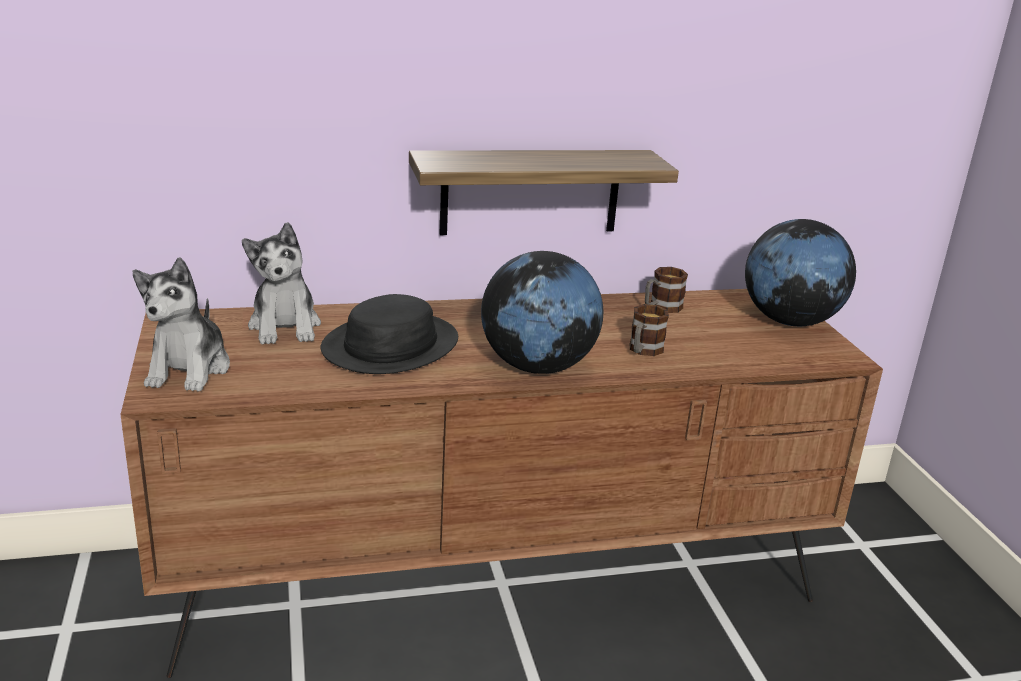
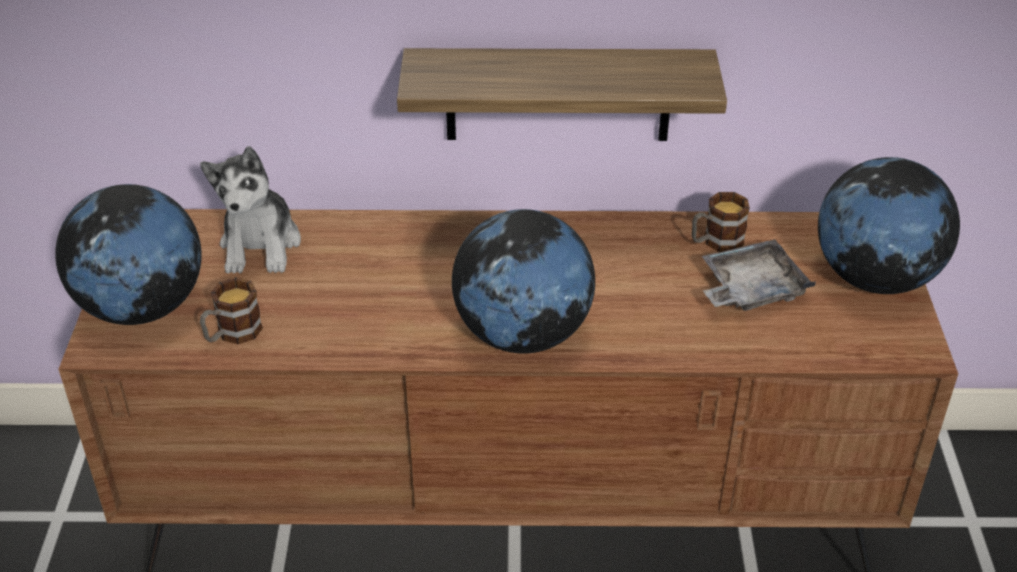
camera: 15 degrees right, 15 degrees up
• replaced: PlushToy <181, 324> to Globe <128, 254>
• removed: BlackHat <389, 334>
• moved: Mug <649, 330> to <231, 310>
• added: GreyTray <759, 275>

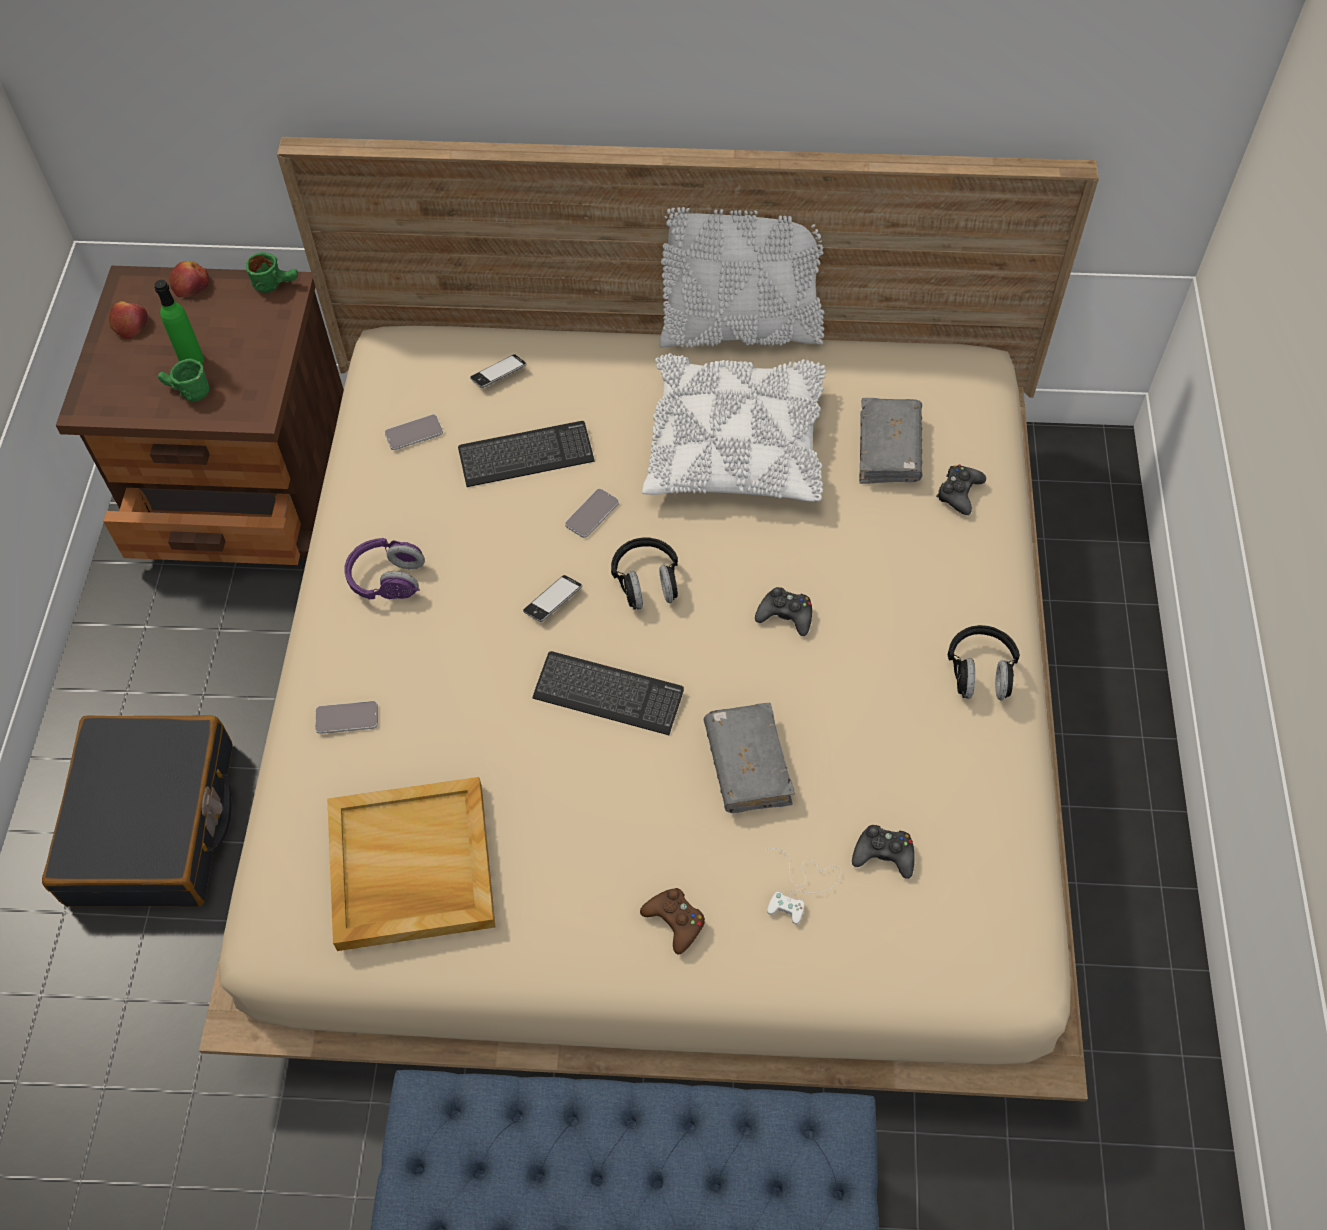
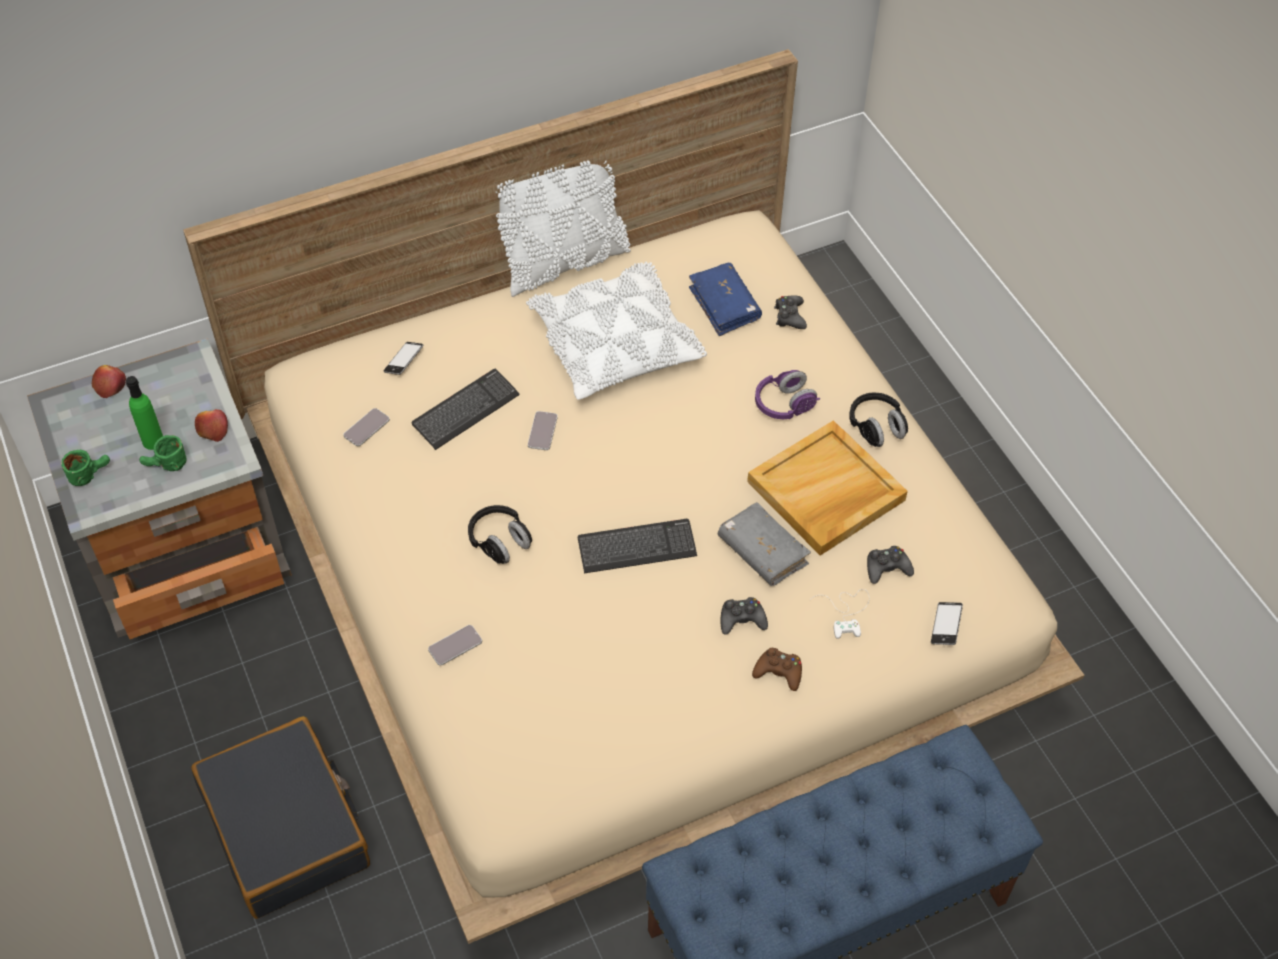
camera: 30 degrees left, 5 degrees down
• recoloured: BrownNightstand <200, 415> to GreyNightstand <159, 488>
• moved: Apple <128, 320> to <211, 425>
• moved: GreenMug <271, 272> to <85, 468>
• moved: BeigeTray <411, 864> to <827, 488>
• moved: PurpleHeadphones <384, 568> to <787, 394>
• moved: Phone <552, 598> to <947, 623>
• moved: BlackHeadphones <644, 573> to <500, 534>
• moved: BlackGameController <783, 611> to <744, 616>
• recoloured: GreyBook <890, 441> to BlueBook <725, 299>

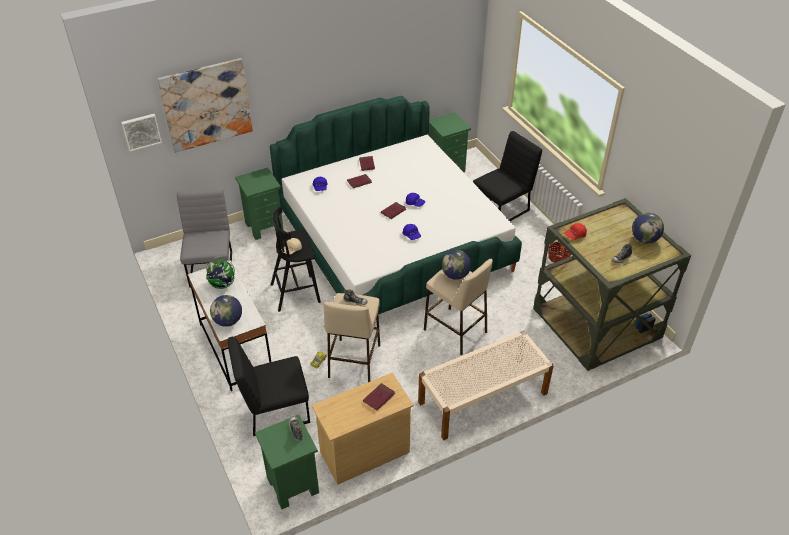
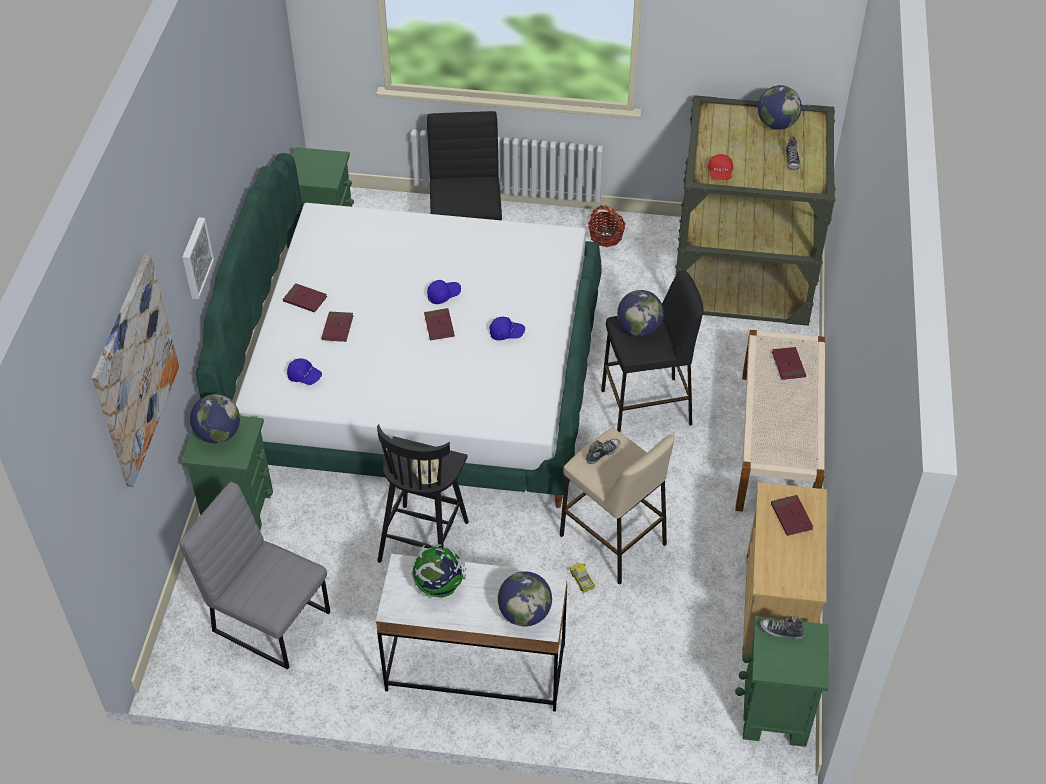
camera: 55 degrees left, 5 degrees up
• moved: Picture <141, 132> to <198, 258>
• removed: BlackChair <269, 386>
• recoloured: BeigeStool <458, 307> to BlackStool <652, 351>
• added: Globe <215, 418>
• added: RedBook <789, 363>

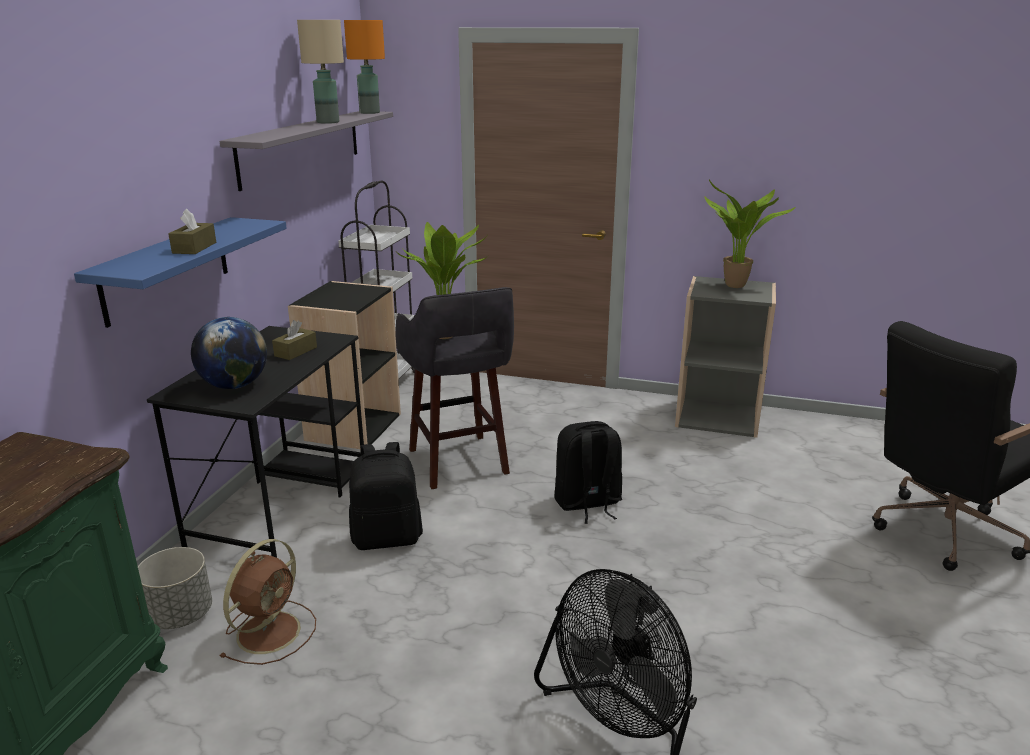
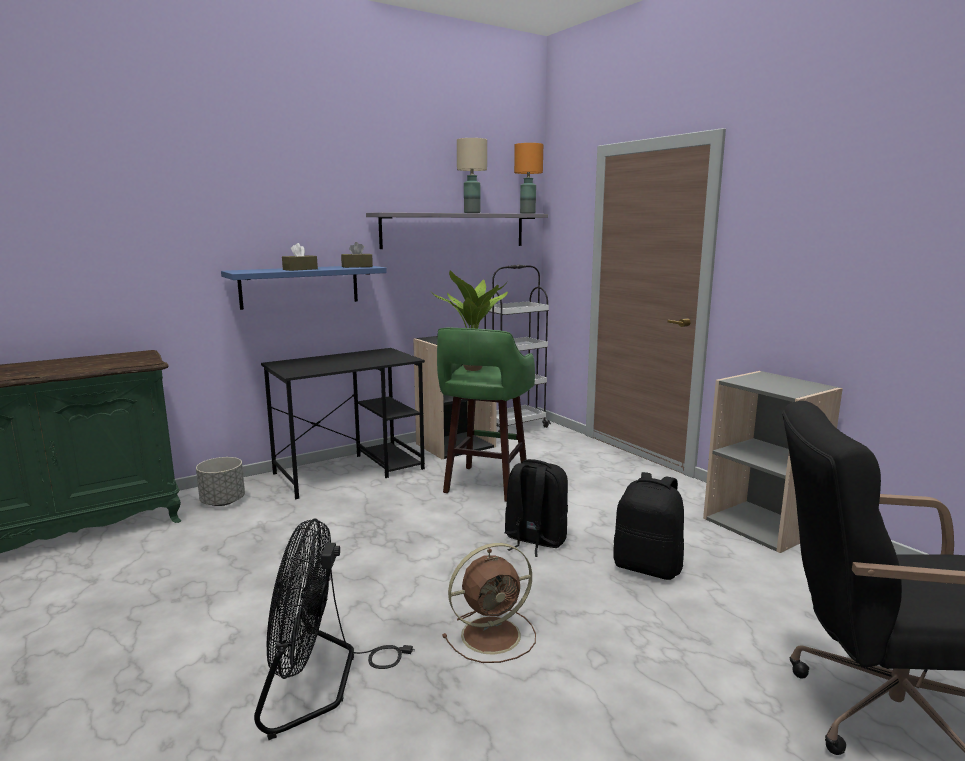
camera: 40 degrees right, 10 degrees down
• removed: Globe <229, 353>
• moved: BrownFan <268, 602> to <489, 603>
• moved: BrownTissueBox <294, 340> to <357, 255>
• moved: BlackBackpack <386, 496> to <648, 526>
• recoloured: GreyStool <454, 388> to GreenStool <486, 415>
• removed: PottedPlant <750, 234>

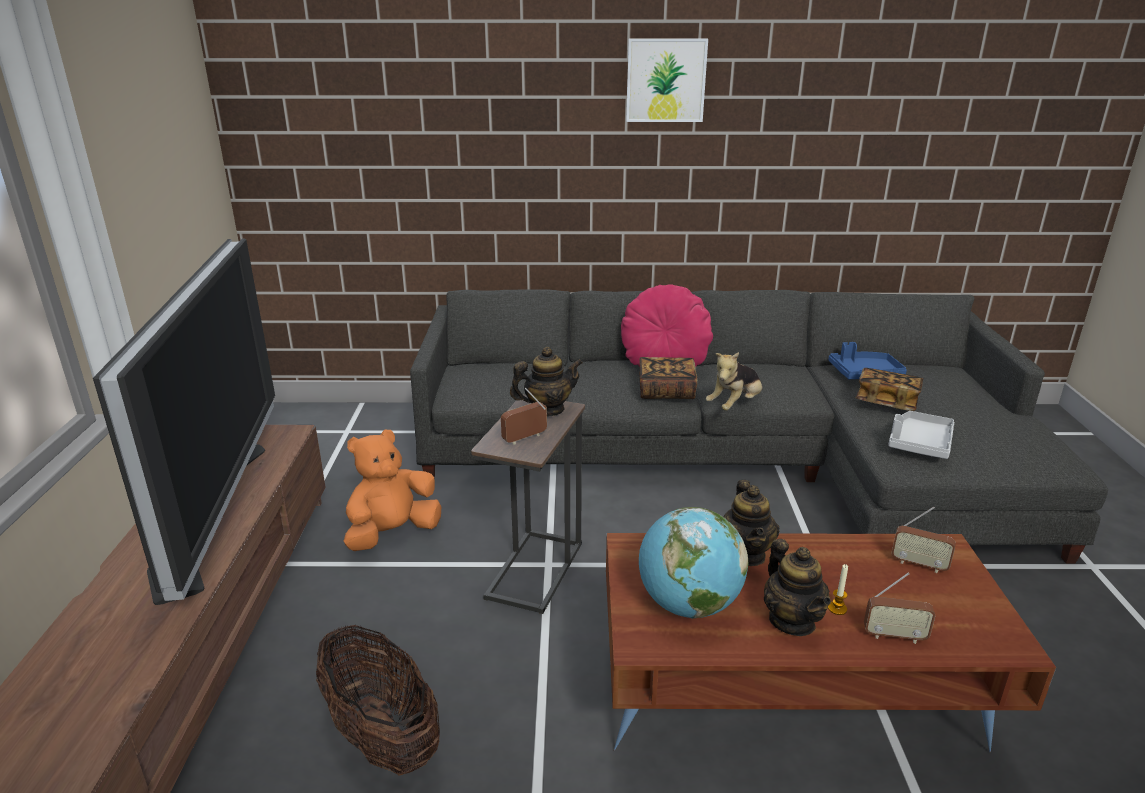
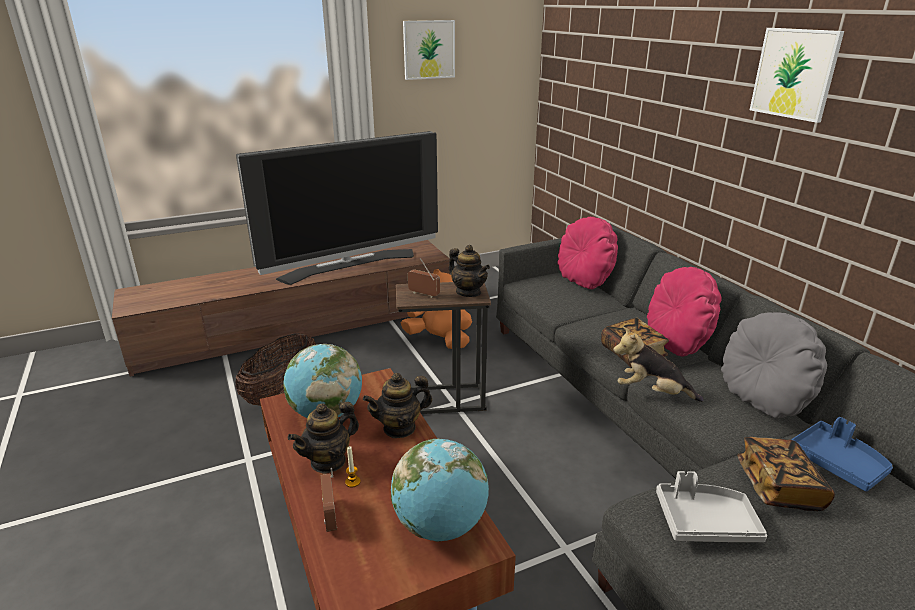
camera: 65 degrees right, 0 degrees up
• replaced: Radio <923, 540> to Globe <440, 490>
• added: Picture <429, 50>
• added: PinkPillow <587, 253>
• added: GreyPillow <774, 365>

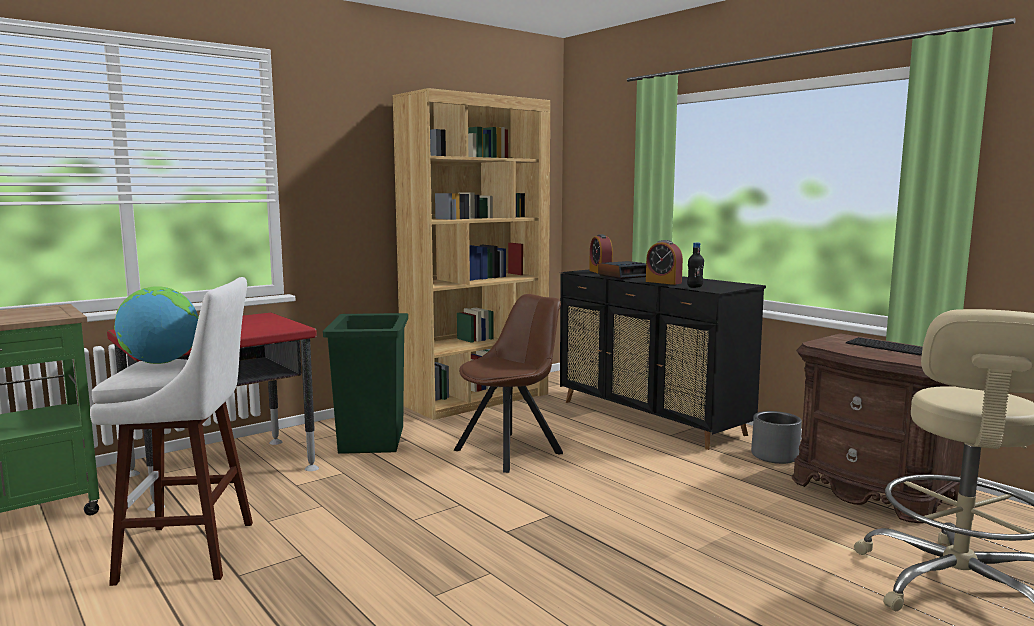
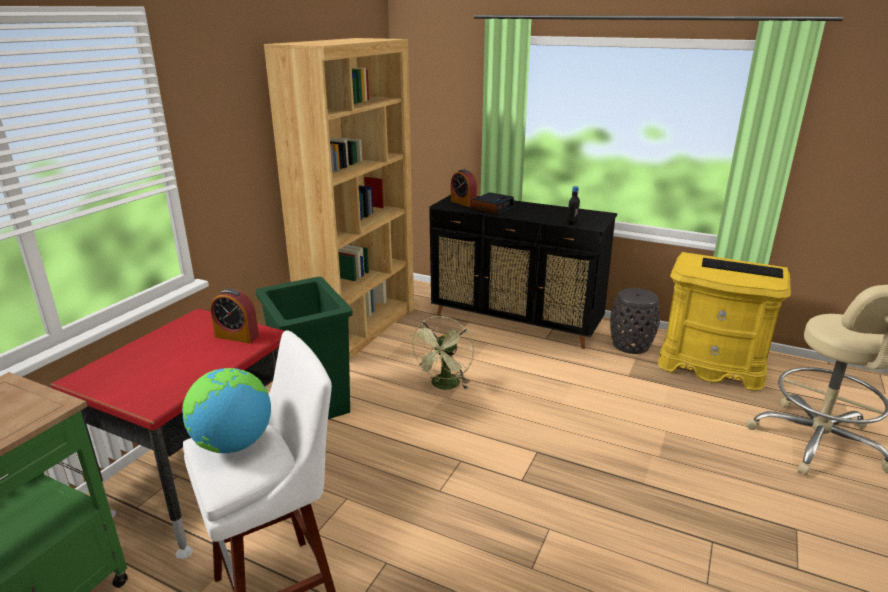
camera: 25 degrees left, 15 degrees up
• replaced: BrownChair <508, 383> to GreenFan <441, 353>
• moved: AlarmClock <664, 262> to <234, 315>
• replaced: GreyPlanter <776, 437> to GreyStool <635, 321>
• recoloured: BrownNightstand <878, 428> to YellowNightstand <724, 321>

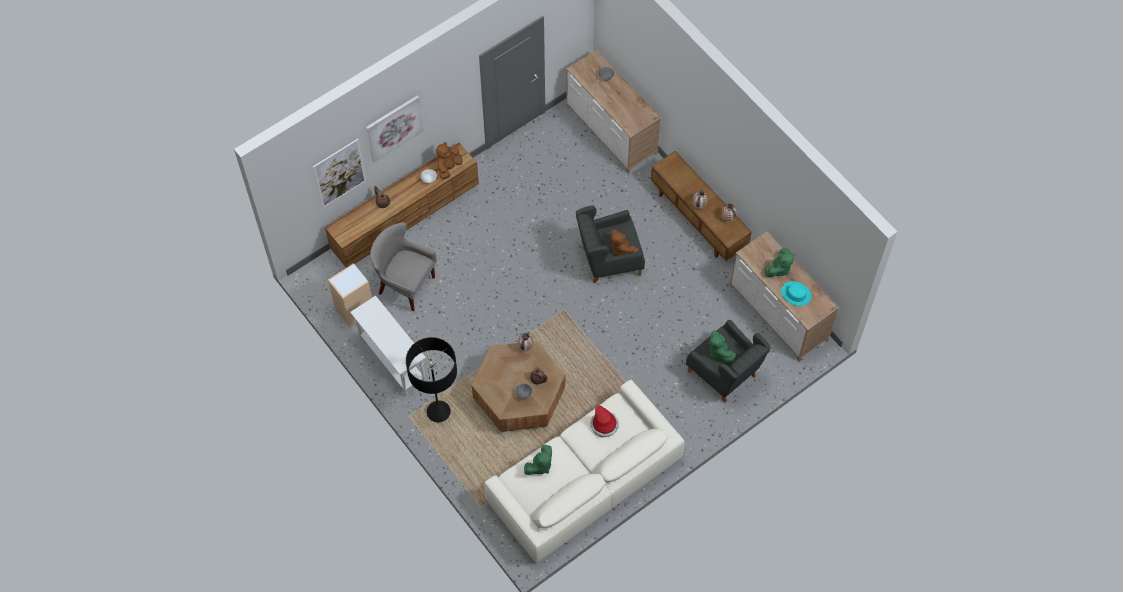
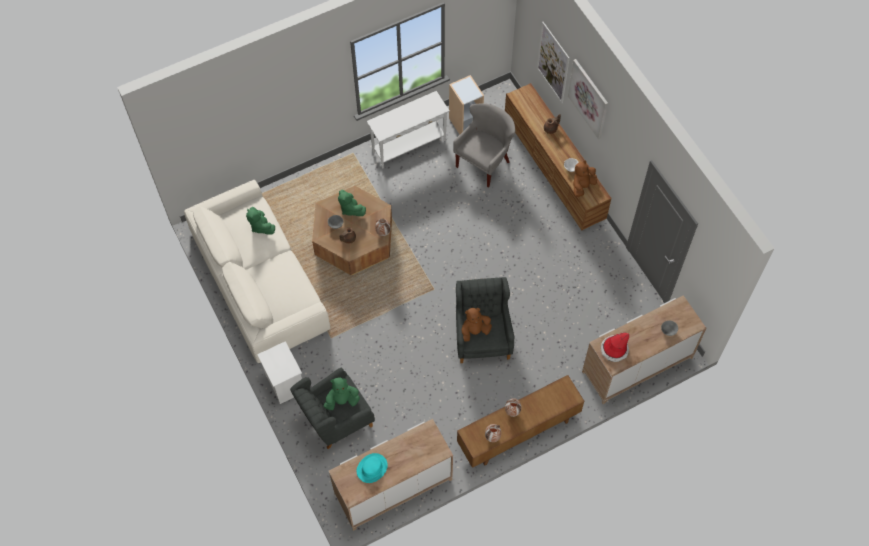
camera: 100 degrees right, 0 degrees up
• removed: BlackFloorLamp <431, 379>
• turned: BrownPlushToy <449, 161> = <585, 179> 90 degrees counterclockwise
• moved: Hat <604, 421> to <615, 347>
• moved: GreenPlushToy <780, 262> to <352, 203>
• added: WhiteNightstand <279, 372>

